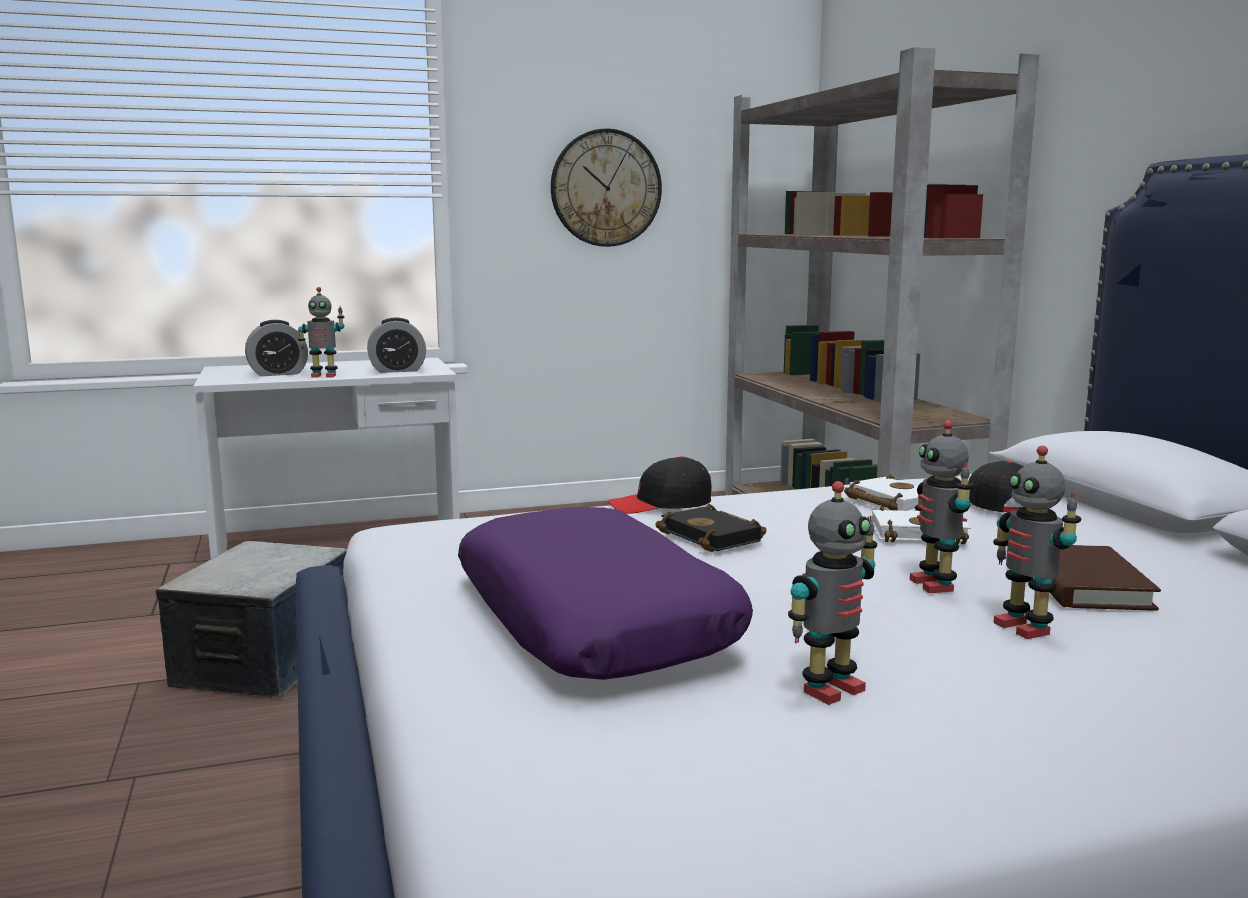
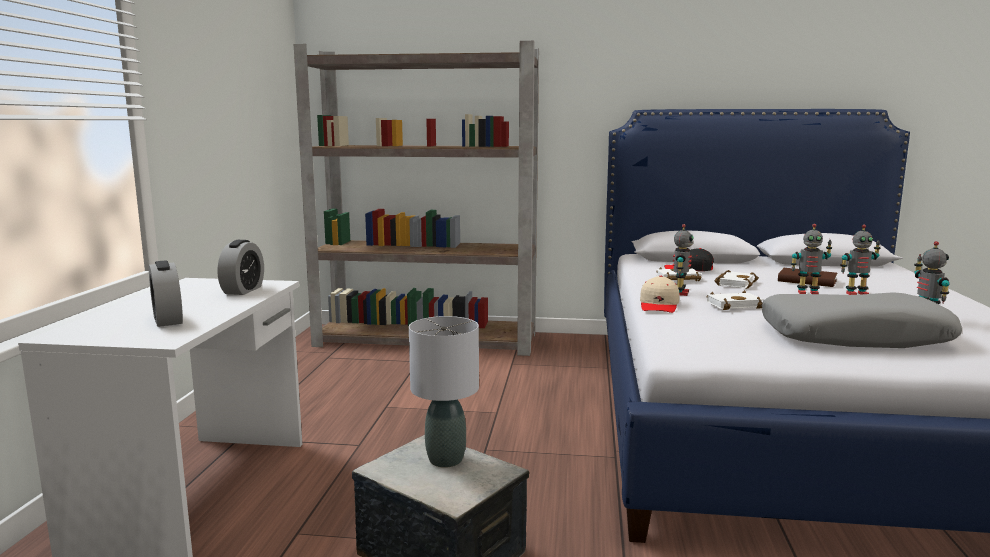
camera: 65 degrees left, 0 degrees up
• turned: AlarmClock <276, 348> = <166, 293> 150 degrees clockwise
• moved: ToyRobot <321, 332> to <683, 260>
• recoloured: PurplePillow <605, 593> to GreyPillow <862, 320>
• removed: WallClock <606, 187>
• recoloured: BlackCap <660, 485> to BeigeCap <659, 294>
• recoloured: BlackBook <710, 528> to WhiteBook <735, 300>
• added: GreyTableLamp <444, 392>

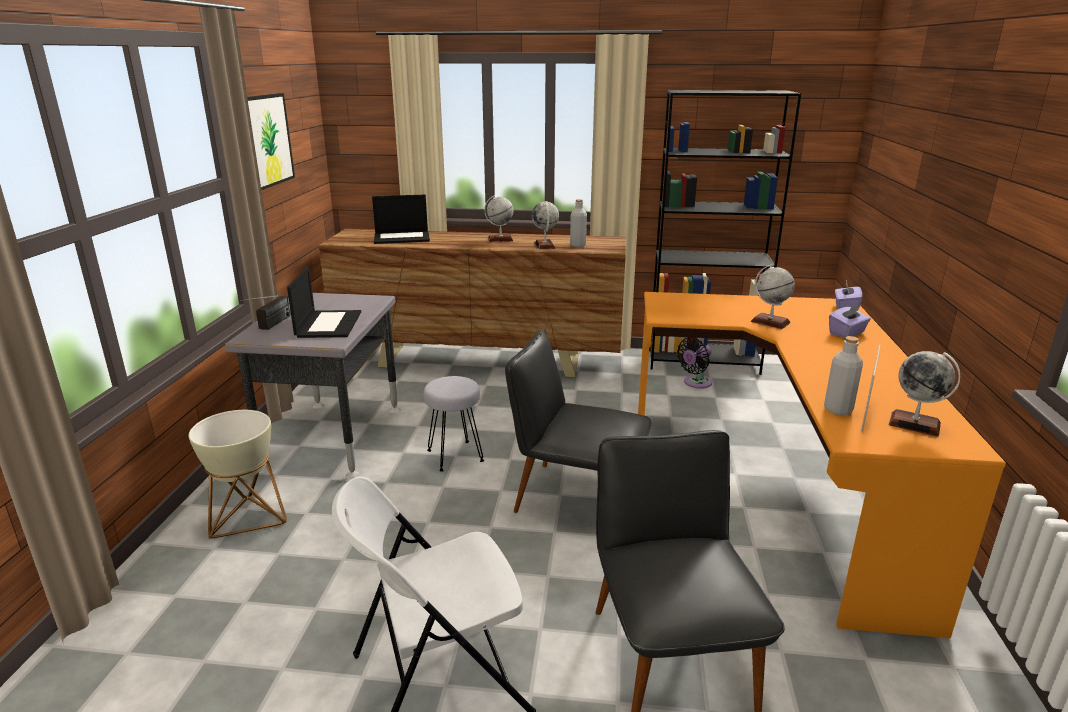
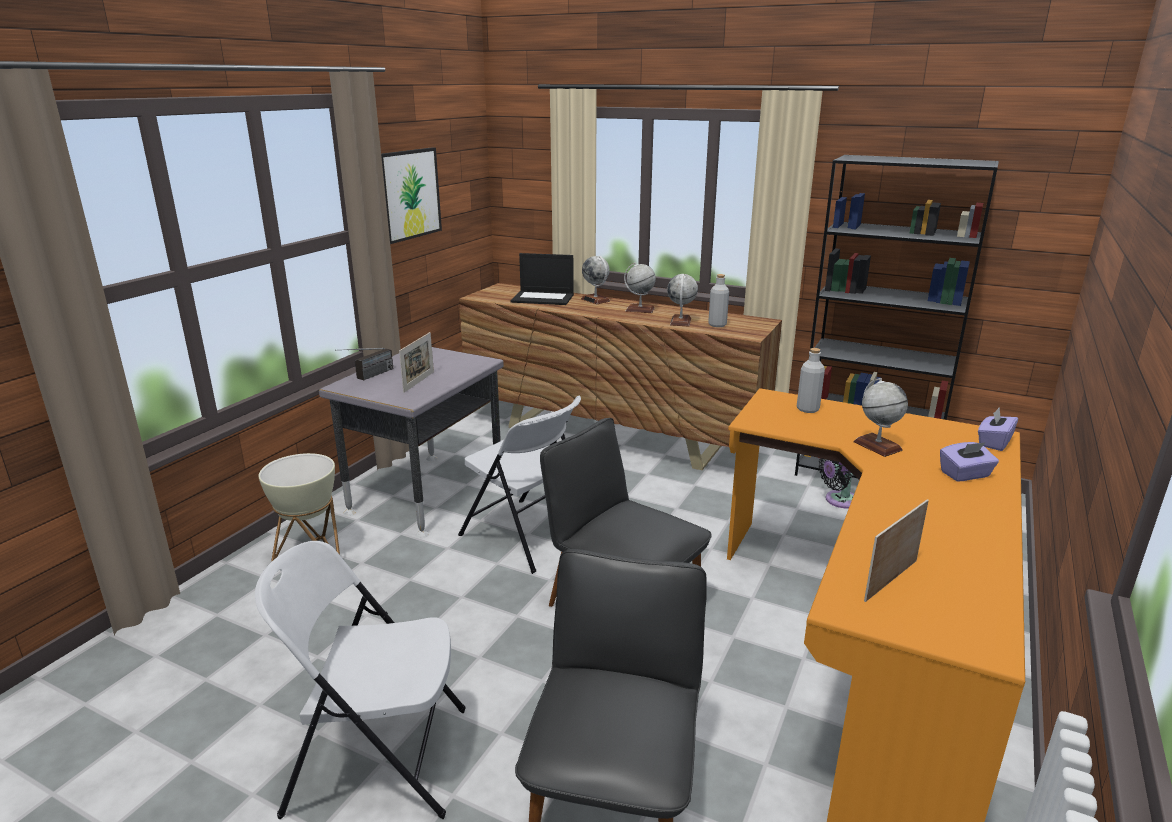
camera: 20 degrees right, 0 degrees up
• replaced: Laptop <324, 302> to PictureFrame <416, 362>
• replaced: GreyStool <454, 424> to WhiteChair <519, 485>
• moved: GreyBottle <843, 375> to <811, 380>
• moved: Globe <925, 393> to <595, 280>

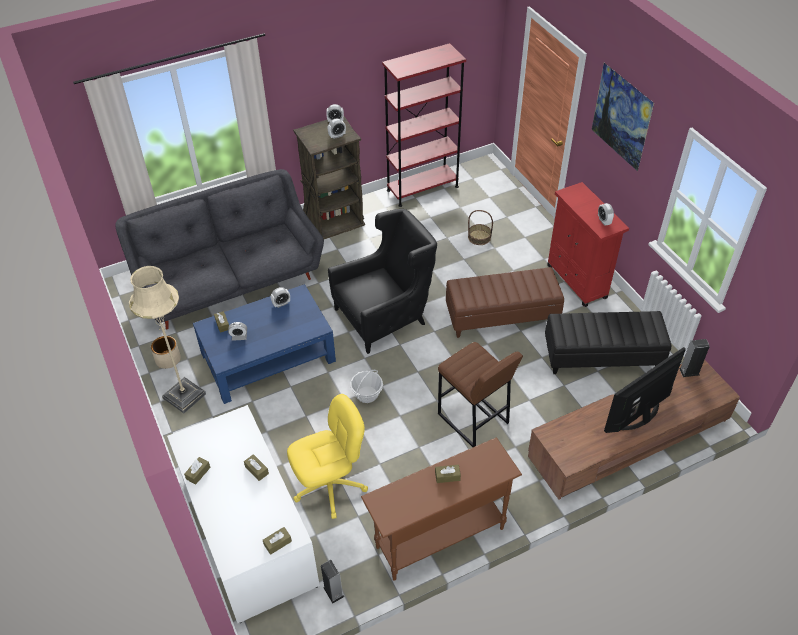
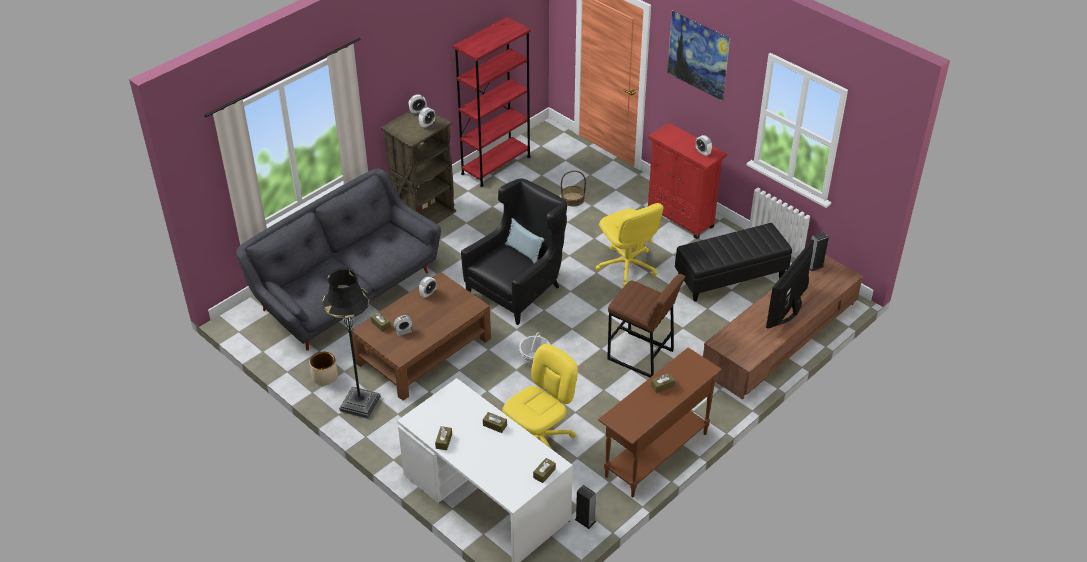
camera: 20 degrees left, 5 degrees down
• recoloured: BeigeFloorLamp <167, 340> to BlackFloorLamp <351, 343>
• recoloured: BlueCoffeeTable <264, 344> to BrownCoffeeTable <421, 336>
• replaced: BrownOttoman <505, 302> to YellowOfficeChair <630, 244>
• added: BluePillow <524, 240>

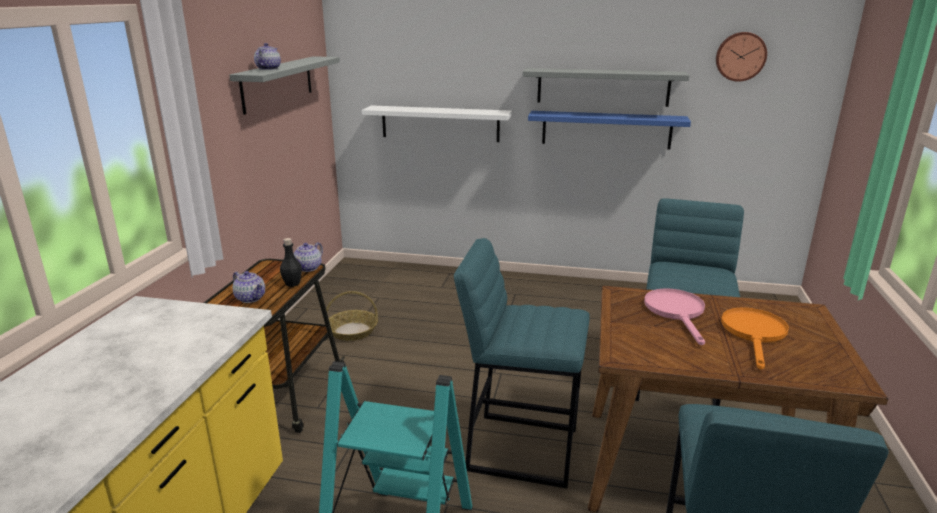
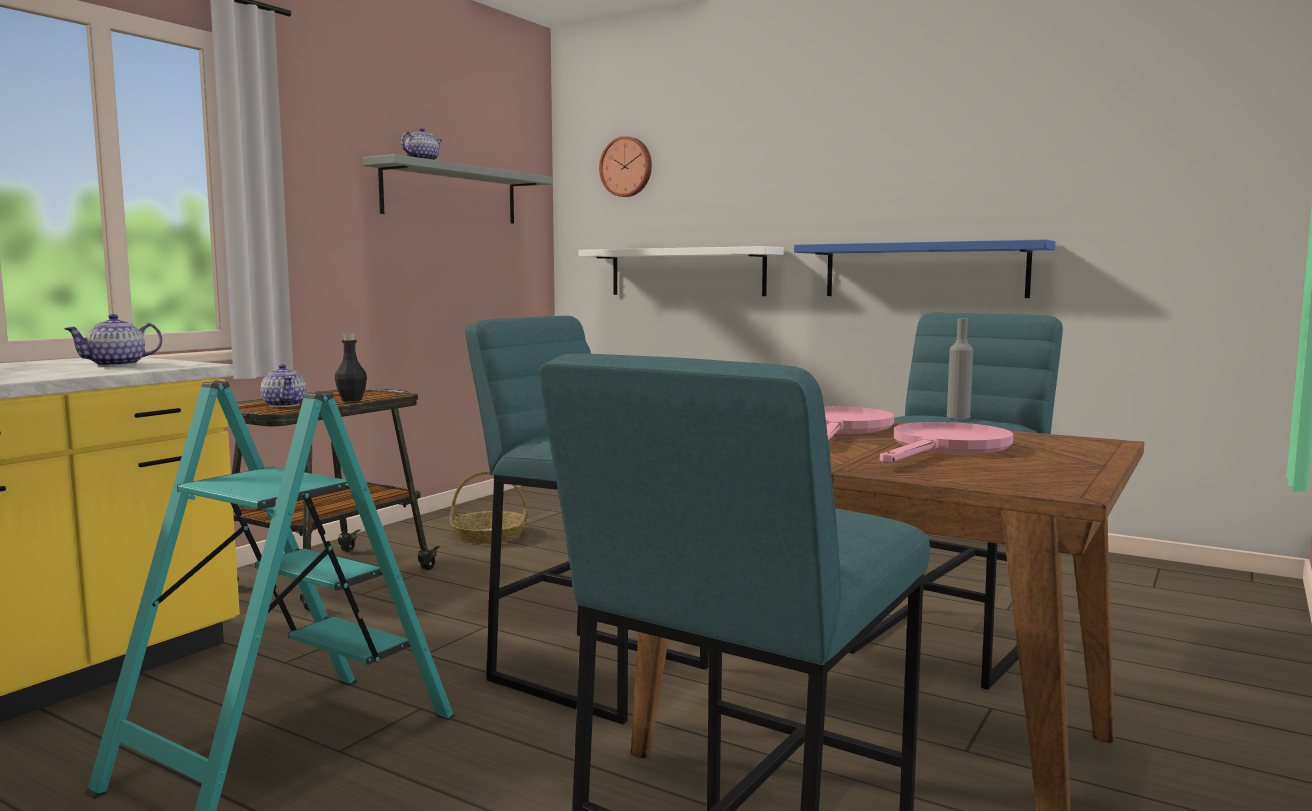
camera: 20 degrees right, 15 degrees down
• moved: Teapot <308, 257> to <113, 340>
• removed: GreyShelf <606, 87>
• moved: WallClock <741, 57> to <625, 166>
• recoloured: OrangeFryingPan <755, 338> to PinkFryingPan <946, 443>
• added: GreyBottle <960, 369>

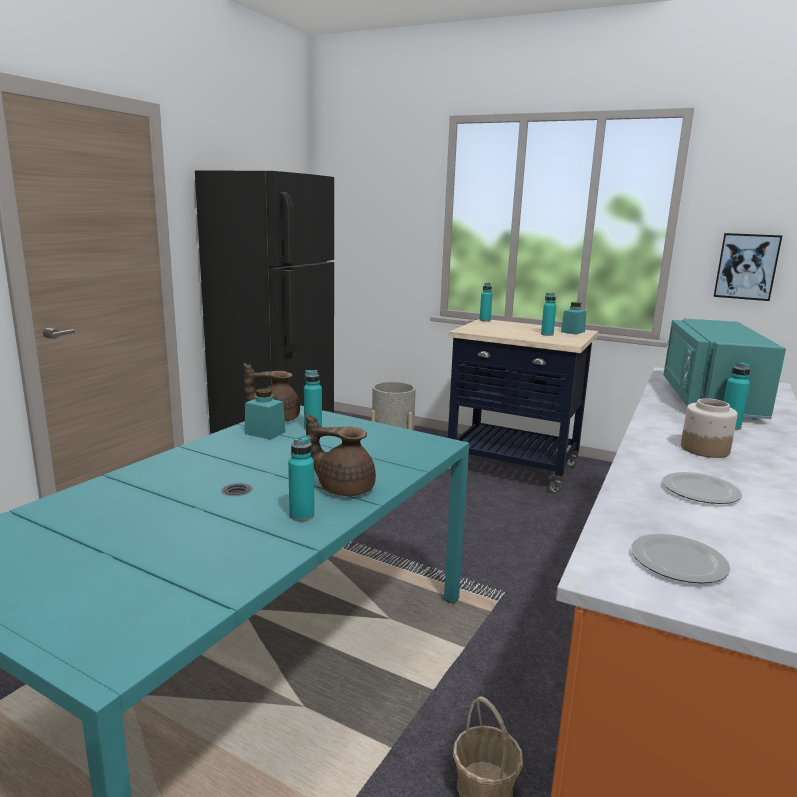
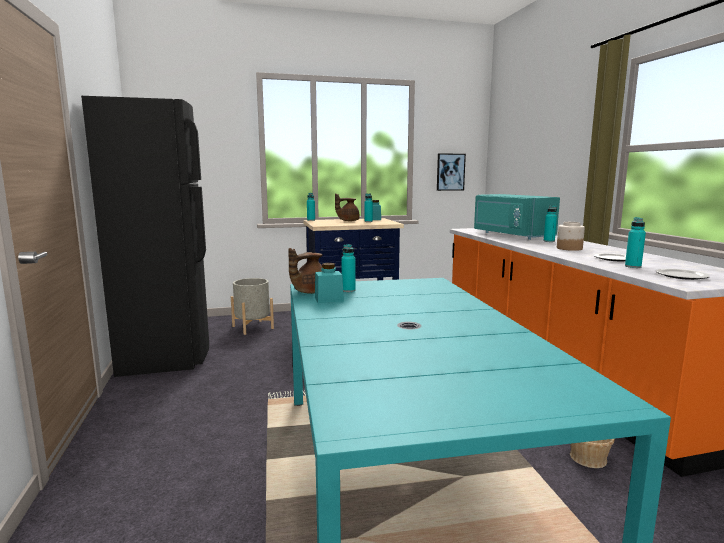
camera: 40 degrees left, 5 degrees down
• moved: TurquoiseBottle <301, 478> to <635, 242>
• moved: BrownTeapot <341, 455> to <347, 207>

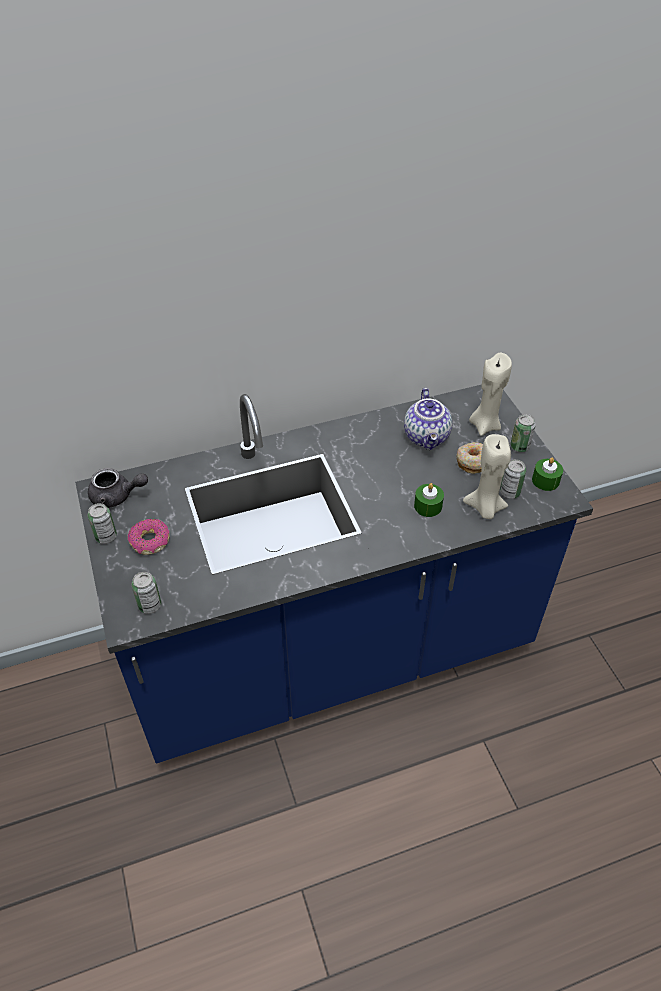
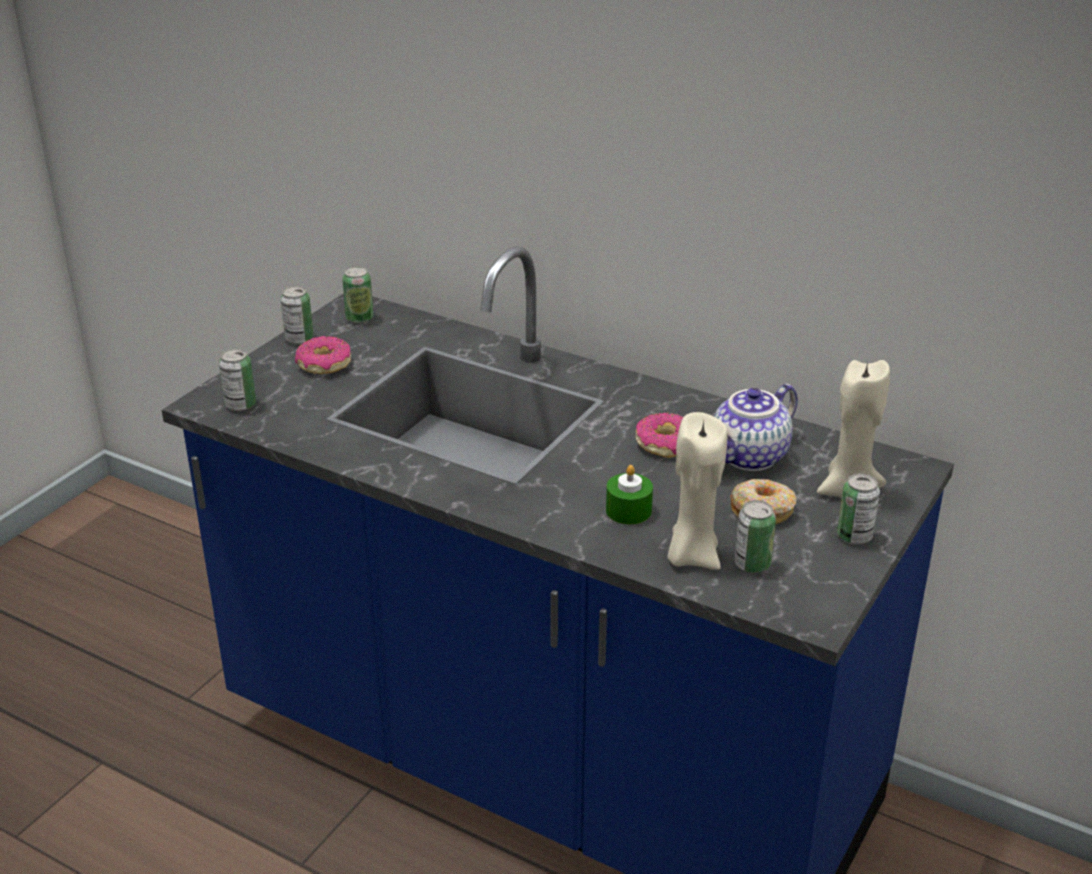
camera: 50 degrees right, 15 degrees down
• replaced: GreyTeapot <118, 488> to Can <357, 295>
• removed: GreenCandle <547, 474>
• added: Donut <659, 435>

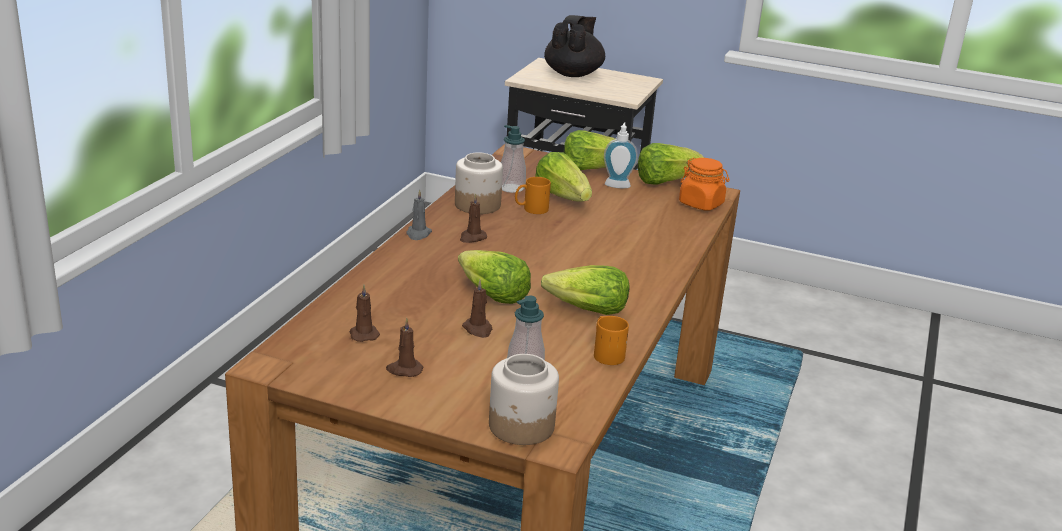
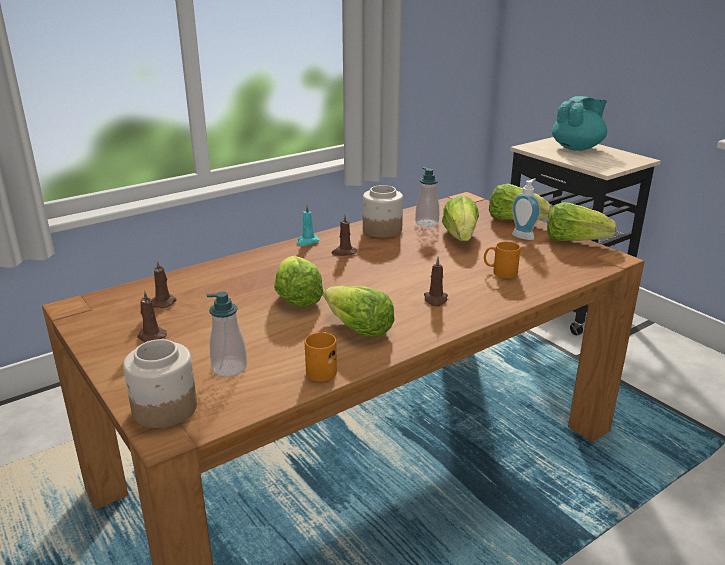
camera: 35 degrees right, 0 degrees up
• recoloured: GreyCandle <419, 215> to TurquoiseCandle <308, 225>
• moved: BrownCandle <477, 309> to <436, 282>
• moved: OrangeMug <533, 195> to <502, 259>
• recoloured: BlackTeapot <574, 46> to TurquoiseTeapot <579, 123>
• removed: OrangeJar <704, 184>

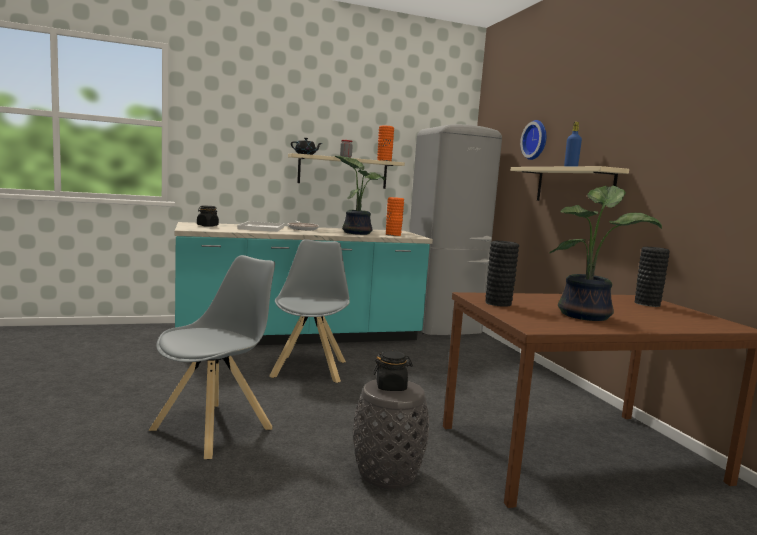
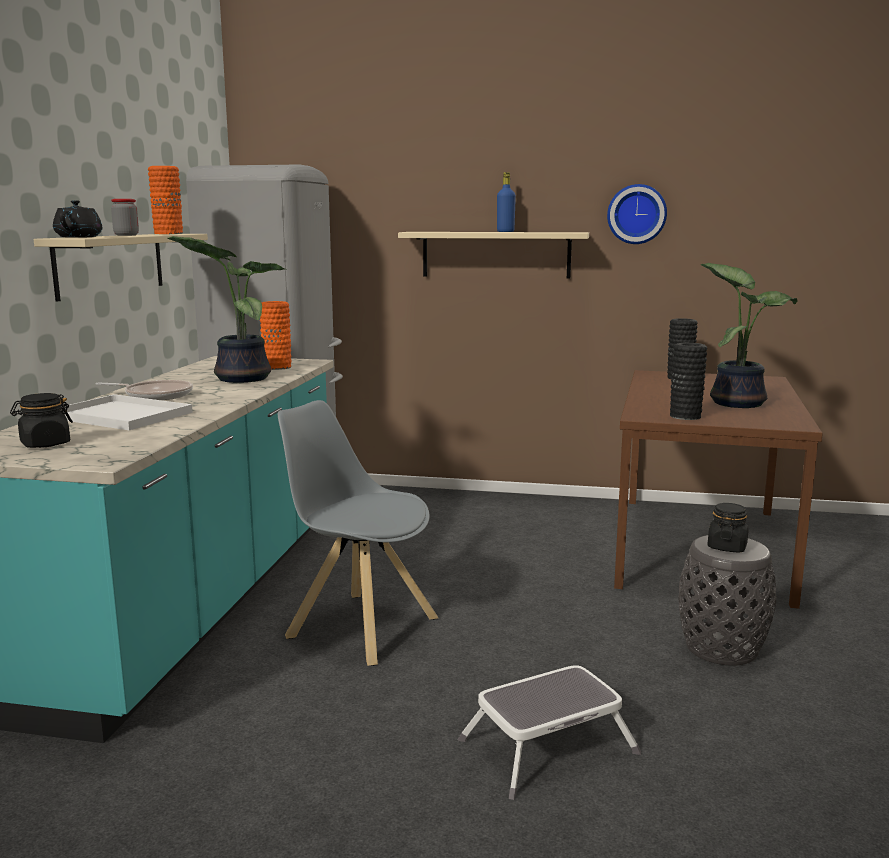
camera: 60 degrees left, 5 degrees up
• replaced: GreyChair <212, 357> to GreyStepLadder <549, 732>
• moved: WallClock <533, 140> to <637, 214>

